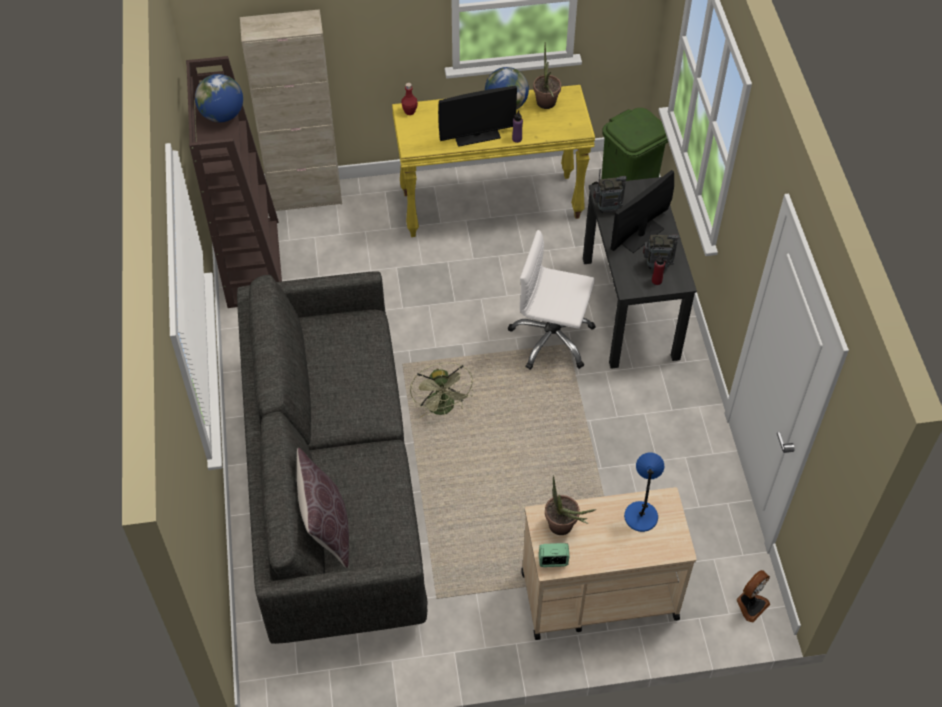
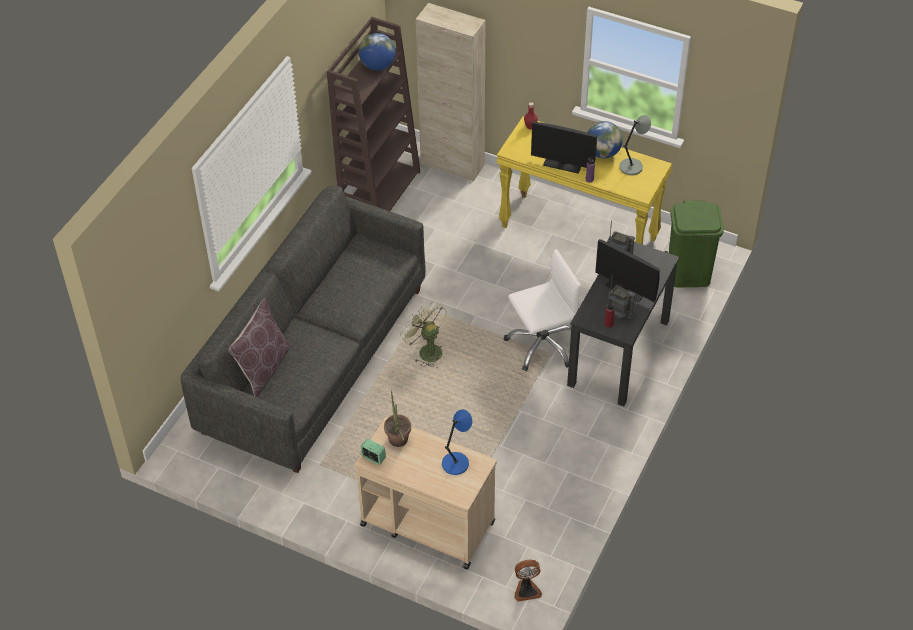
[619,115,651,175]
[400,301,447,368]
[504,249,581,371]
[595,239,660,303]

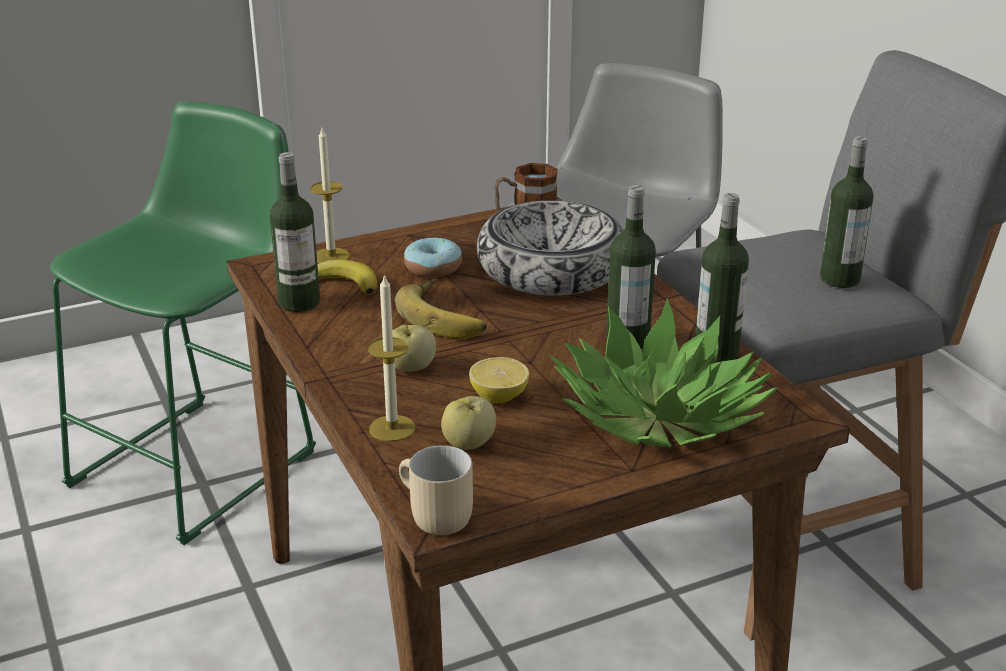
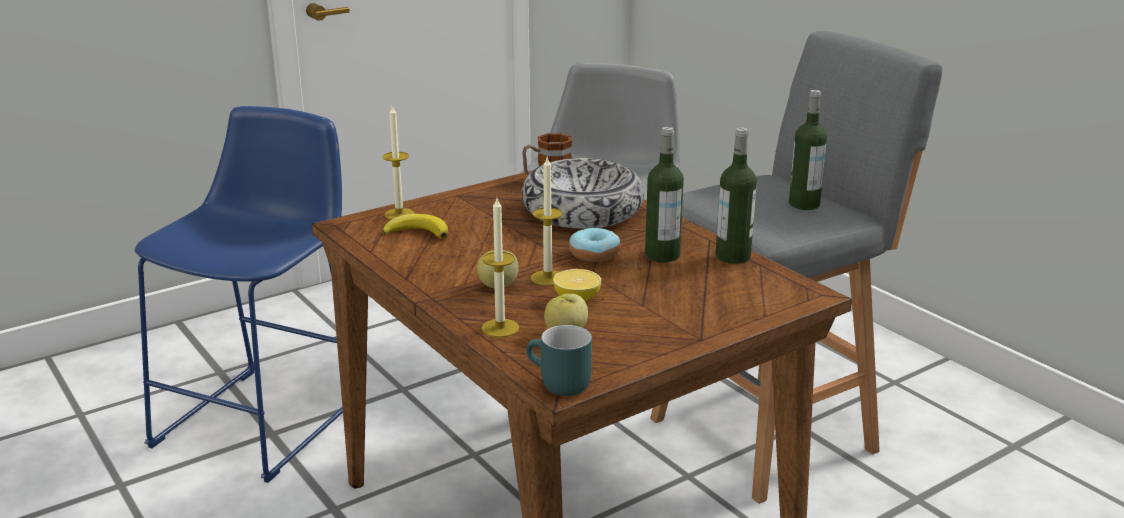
[270,152,320,312] (first image)
[395,278,487,339] (first image)
[549,298,778,448] (first image)
[531,157,563,286]
[569,227,620,262]
[134,106,343,483]
[526,325,592,396]

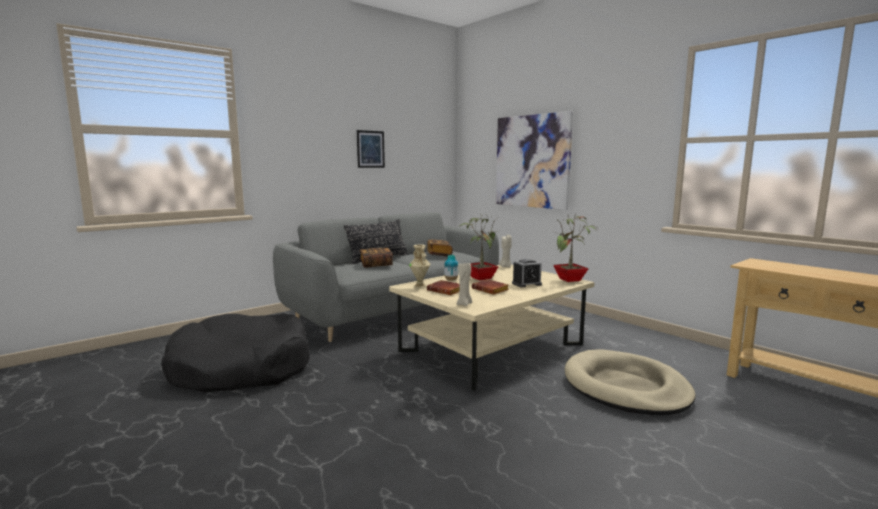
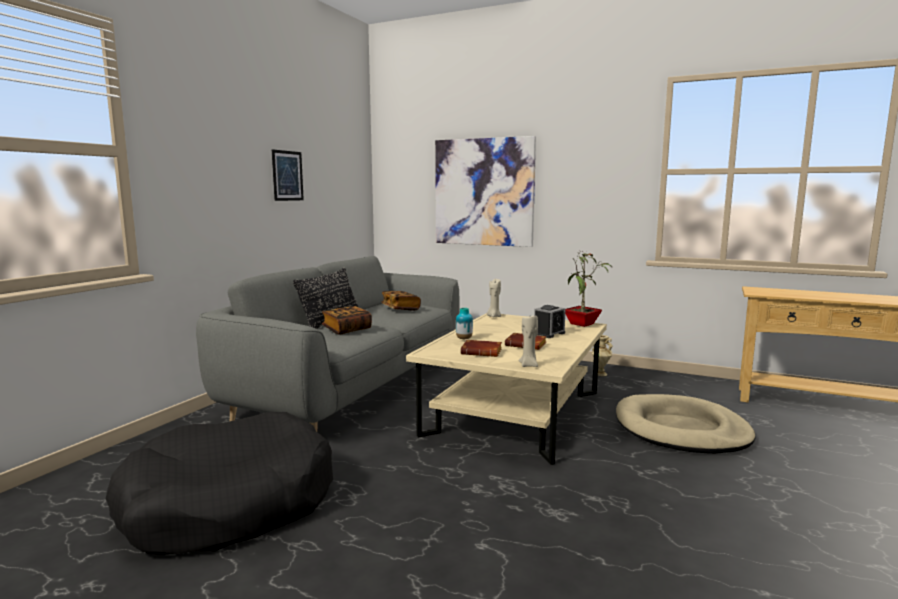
[461,215,498,280] (first image)
[592,335,613,376]

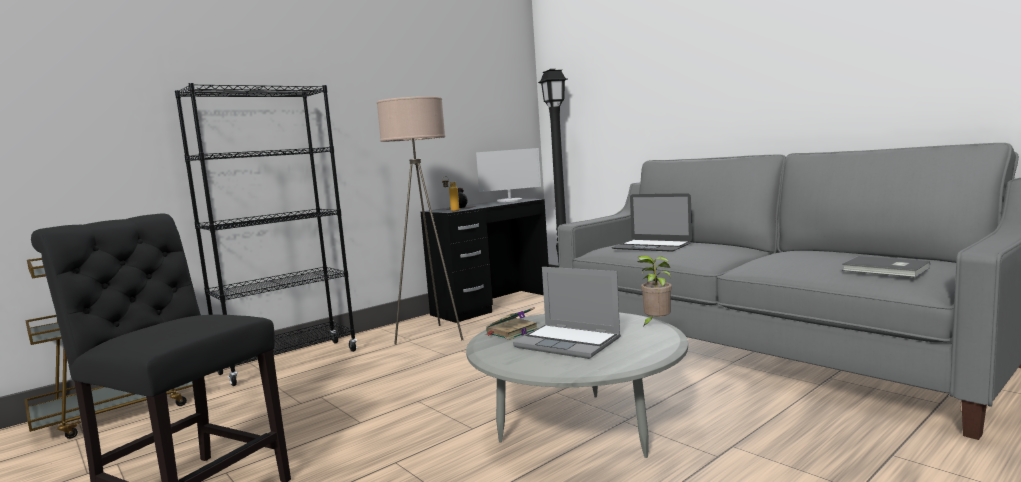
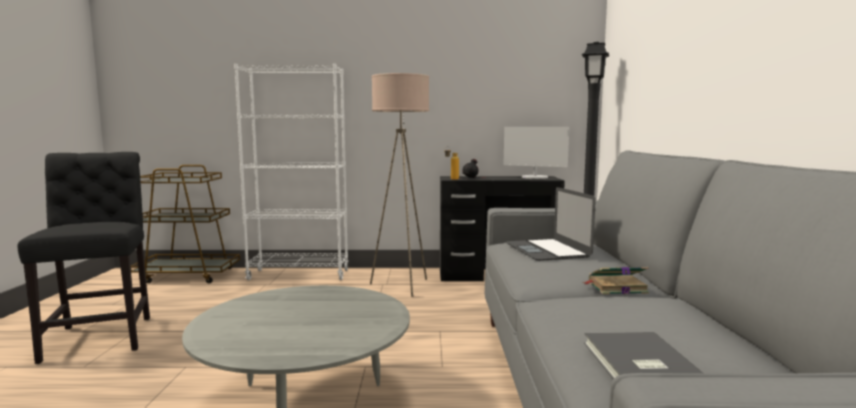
[513,267,621,359] (first image)
[637,255,672,326] (first image)
[583,267,649,294]
[234,64,349,280]

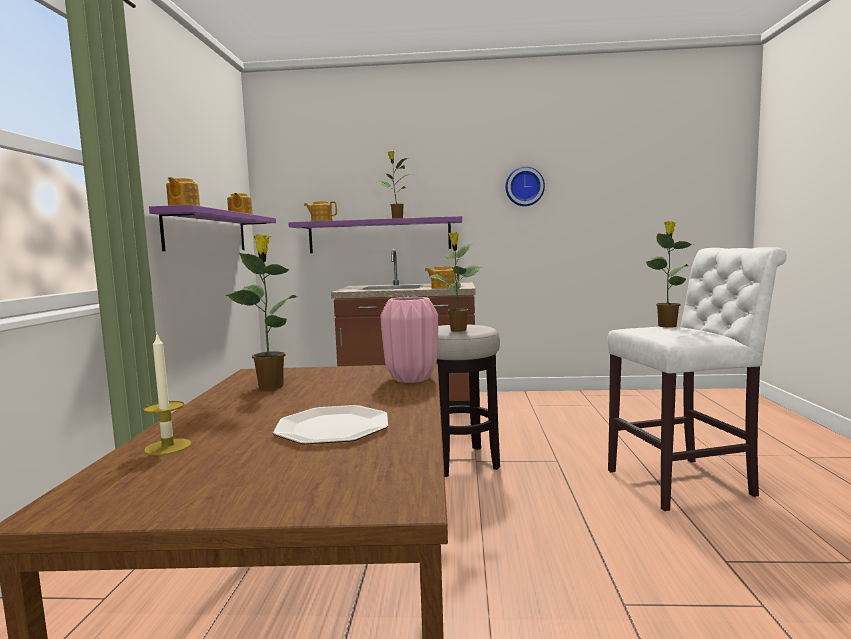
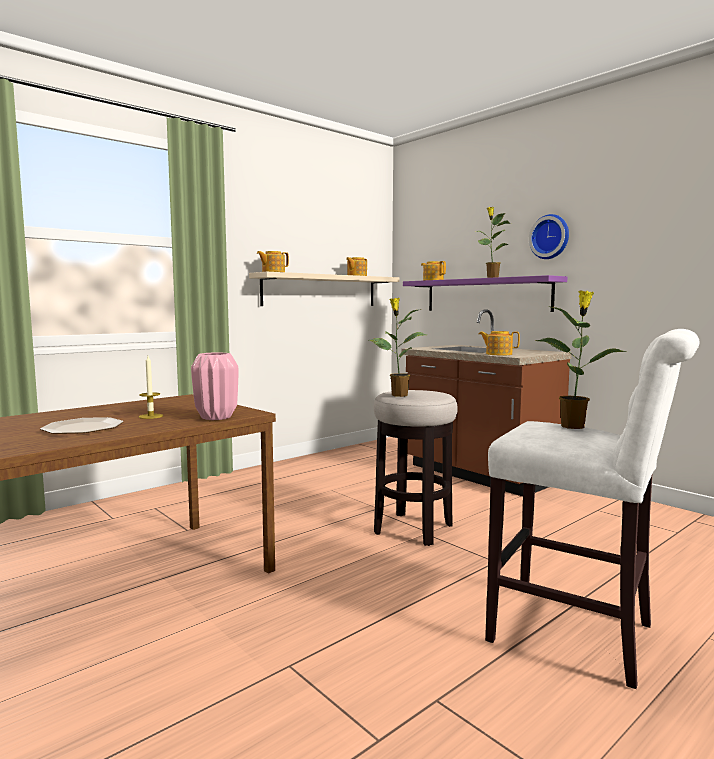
[225,234,298,390] (first image)
[139,356,163,419]
[529,214,569,259]
[249,272,400,306]

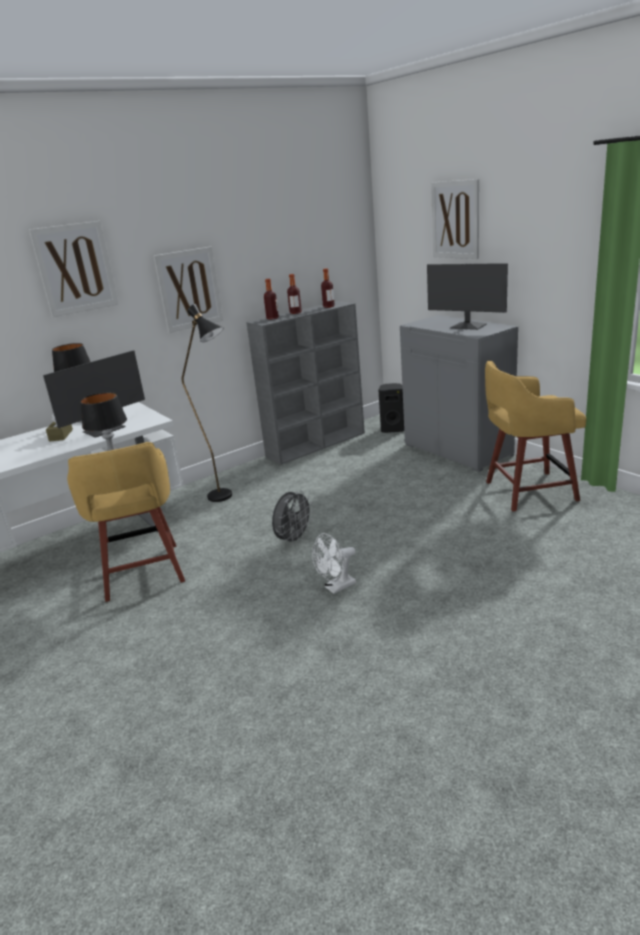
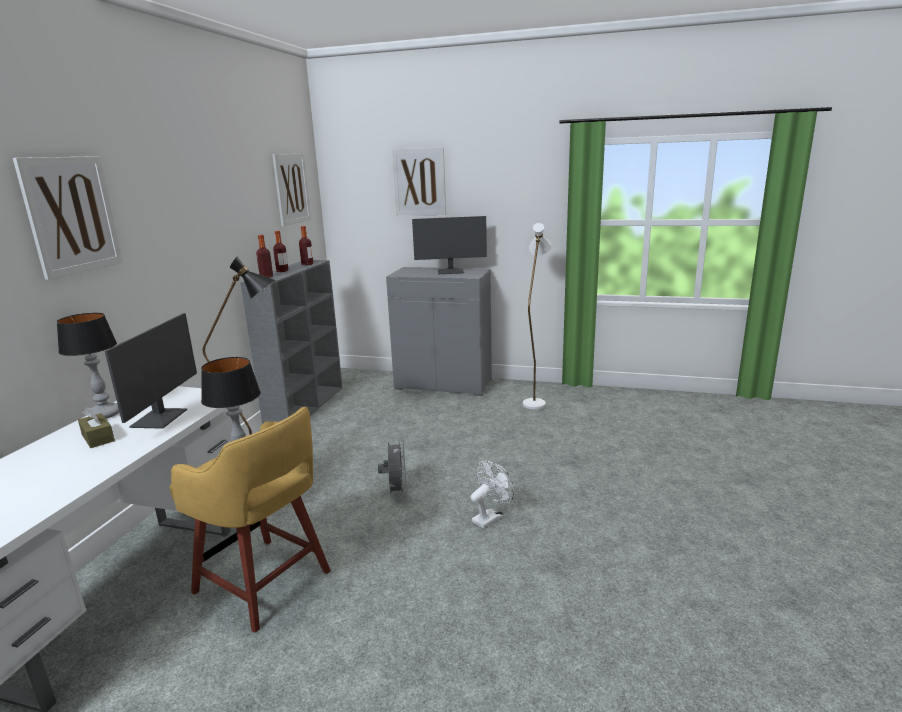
[378,383,404,433] (first image)
[272,154,311,226]
[523,223,552,410]
[470,461,514,529]

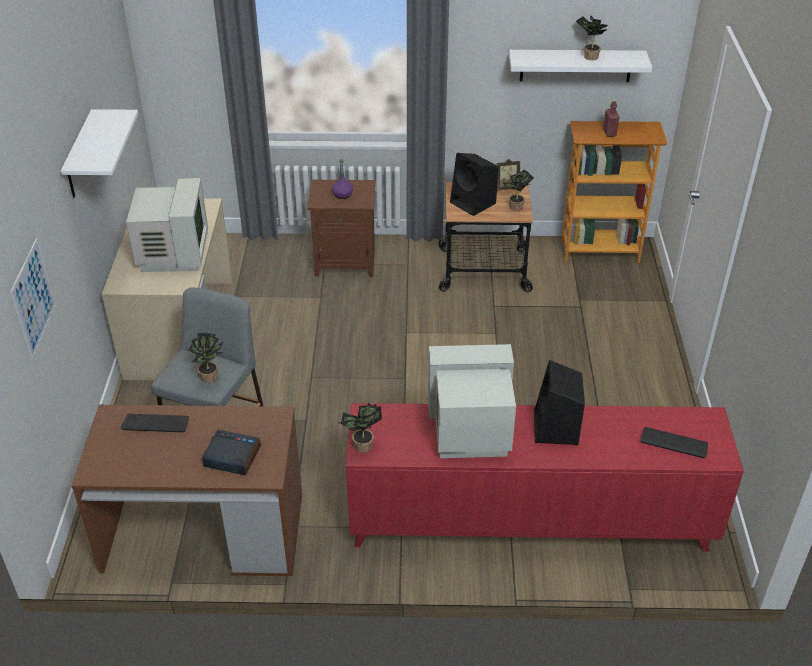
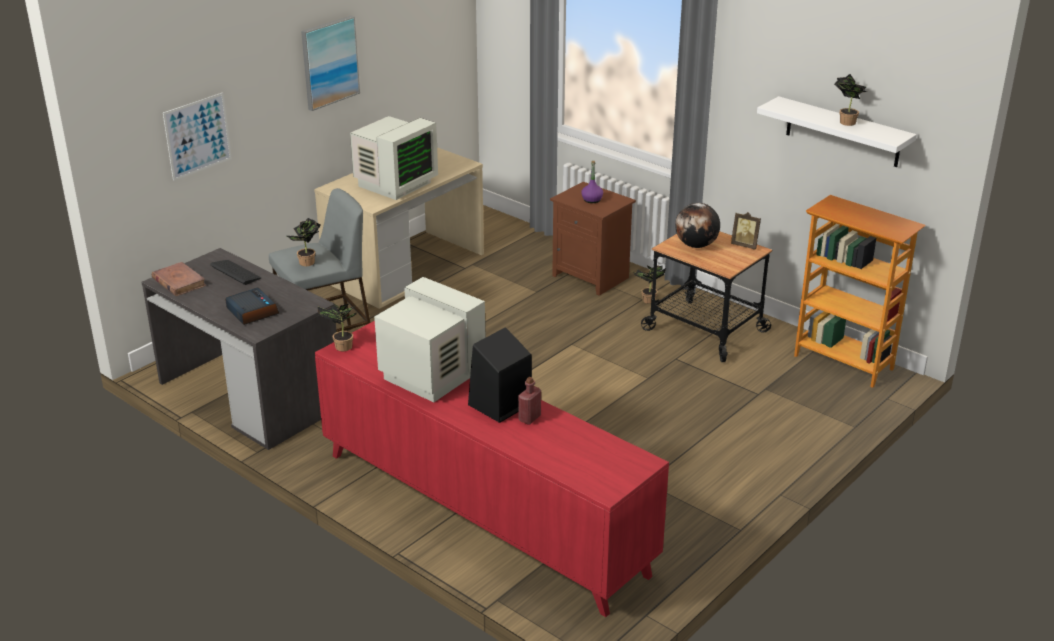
[640,427,708,458] (first image)
[152,262,206,296]
[633,265,666,304]
[518,377,541,425]
[301,15,360,111]
[675,203,720,248]
[142,248,337,450]

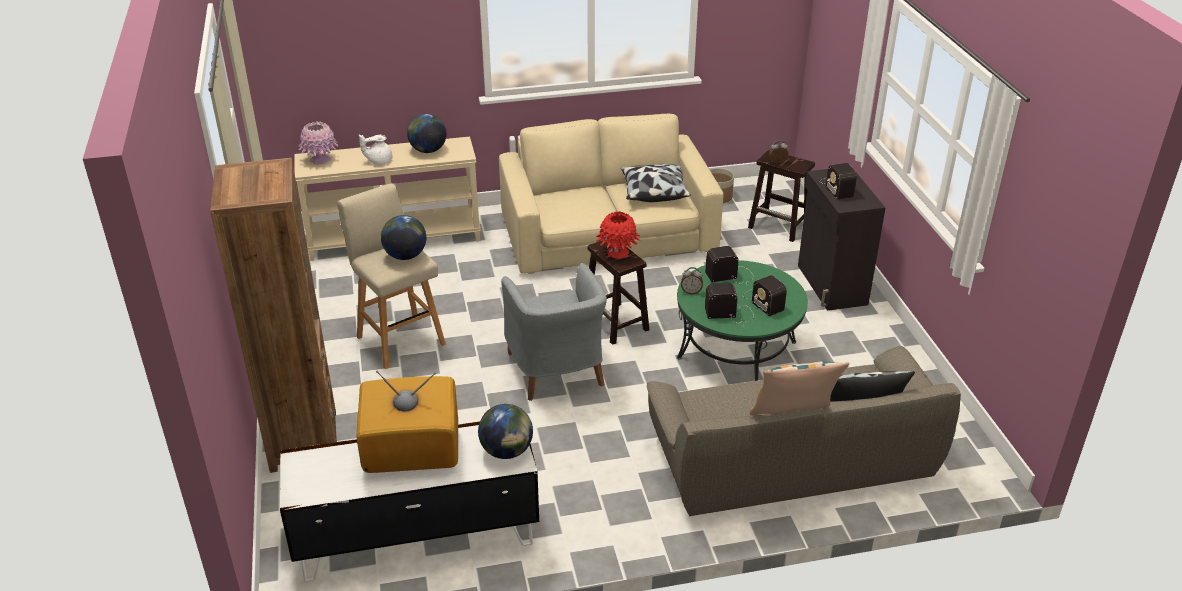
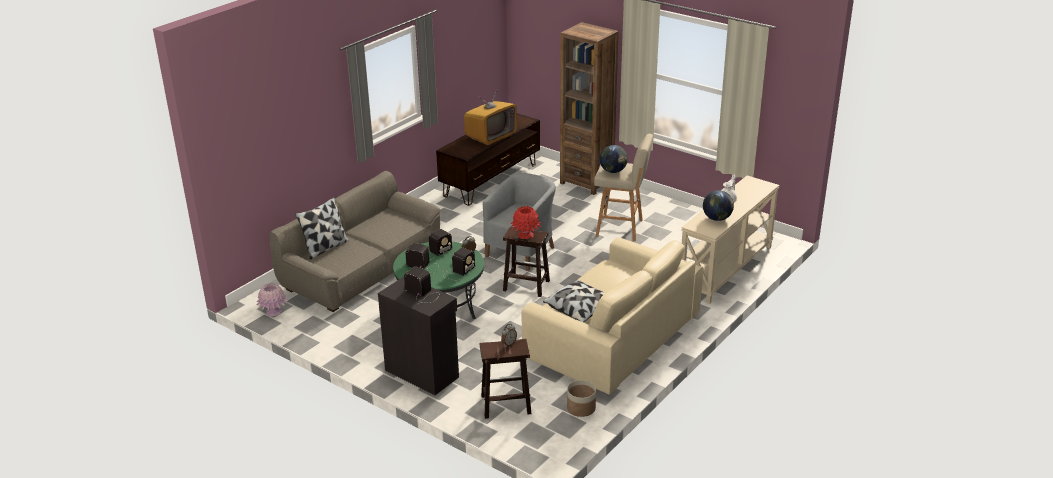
[478,404,533,459] (first image)
[750,361,849,415] (first image)
[256,283,288,316]
[436,113,540,206]
[483,173,556,271]

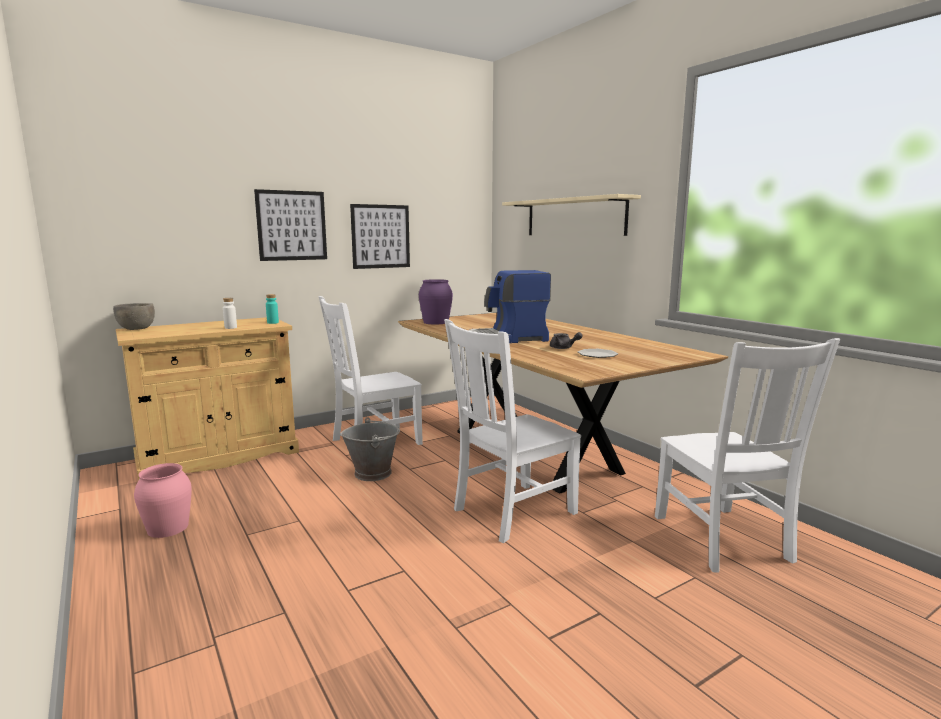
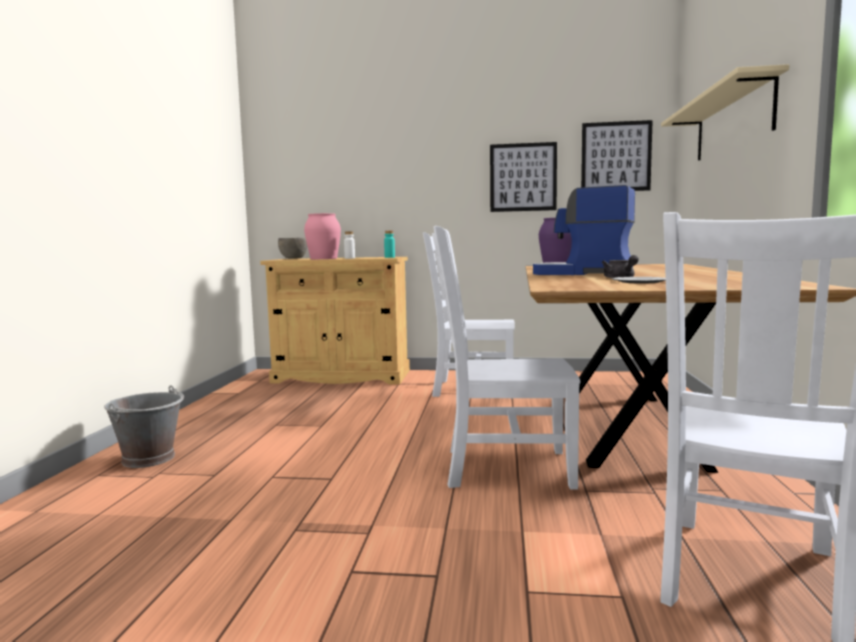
[304,213,341,259]
[581,120,653,191]
[104,385,184,468]

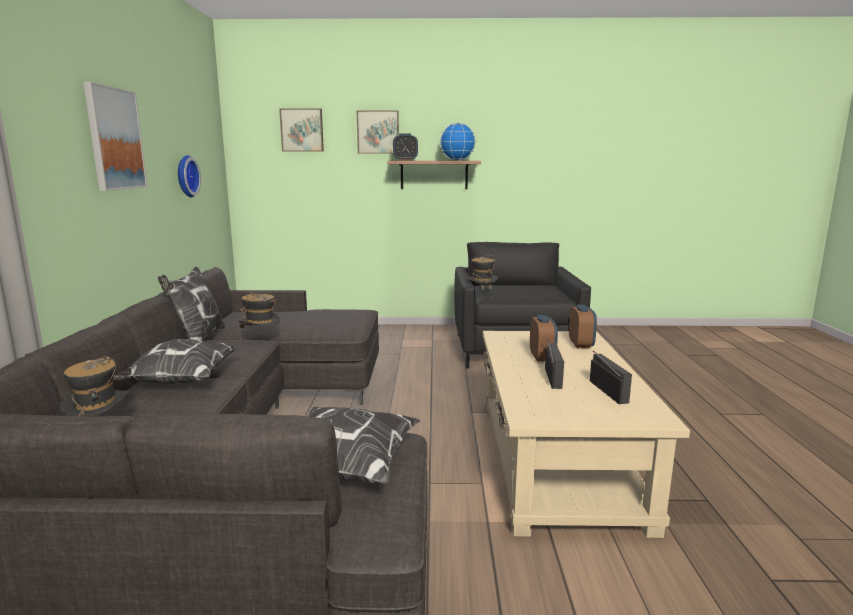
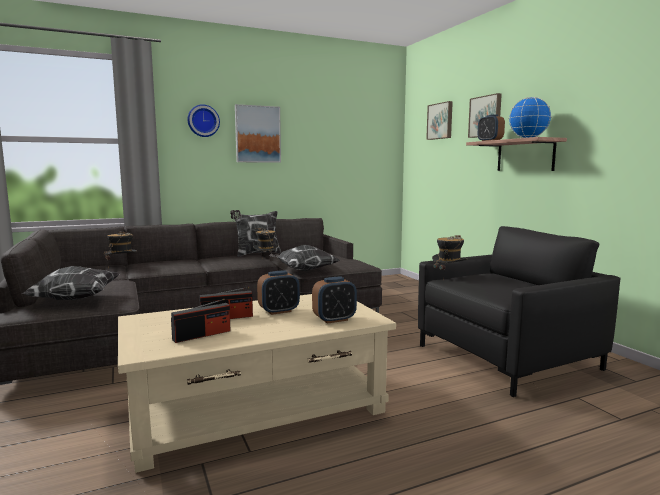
[269,245,340,271]
[188,104,220,137]

